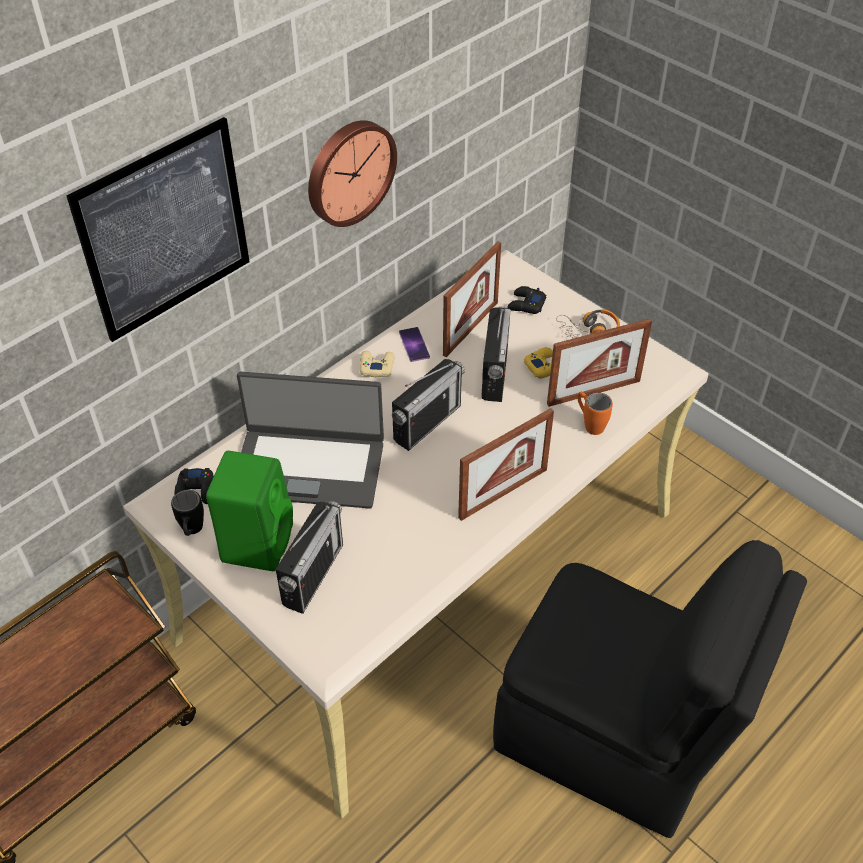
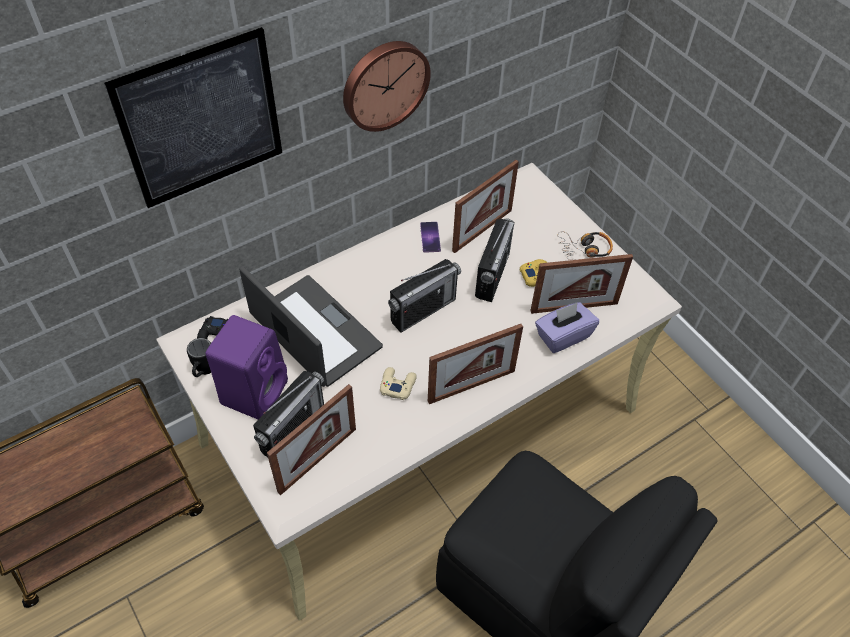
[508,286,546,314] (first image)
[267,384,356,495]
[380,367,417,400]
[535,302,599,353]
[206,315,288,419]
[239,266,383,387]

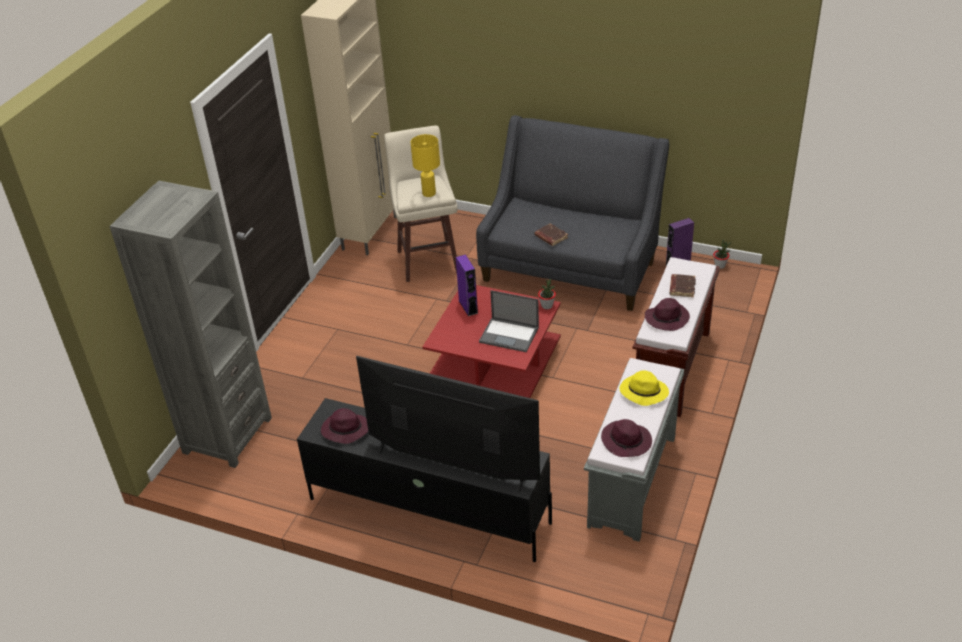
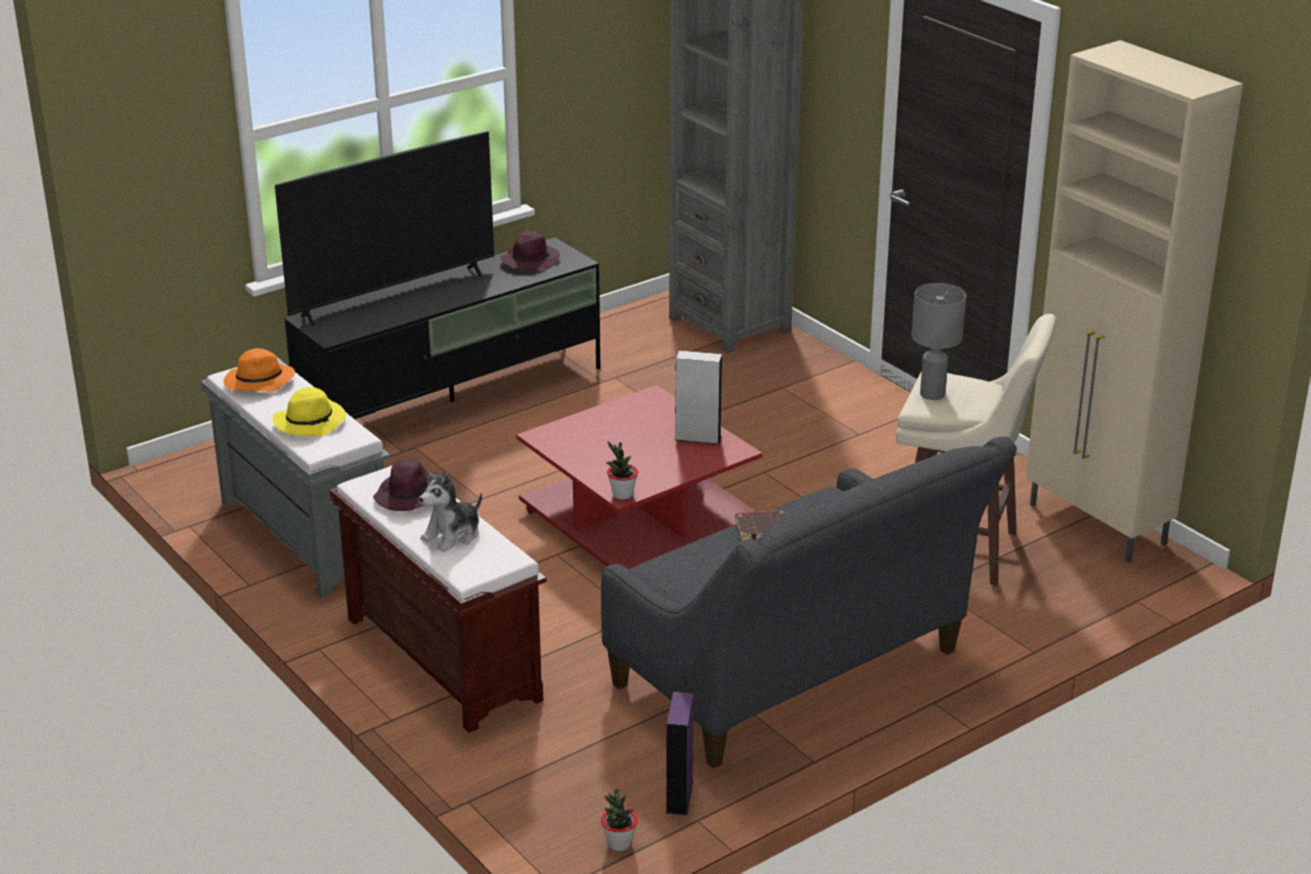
[479,290,539,352] (first image)
[419,471,482,552]
[912,283,966,400]
[675,351,722,444]
[224,348,295,392]

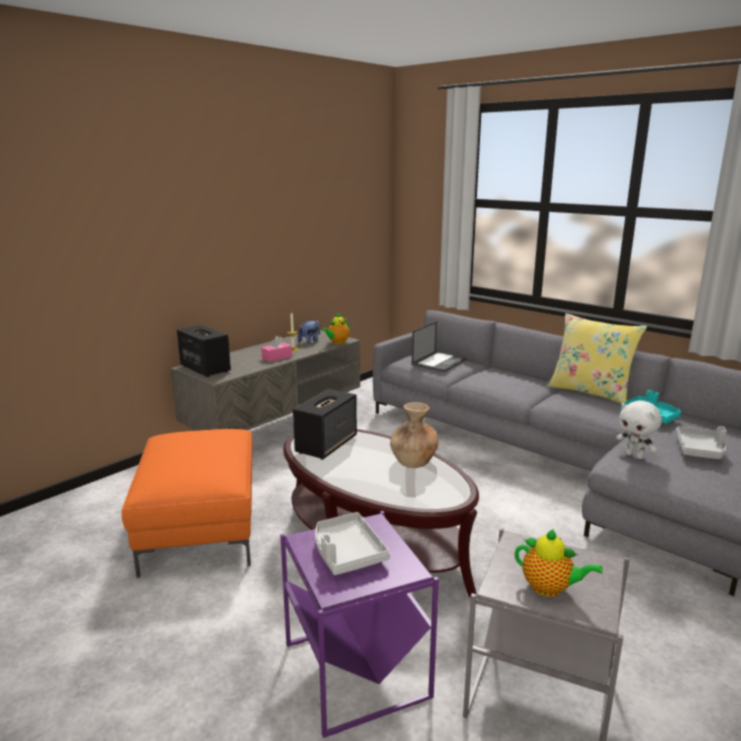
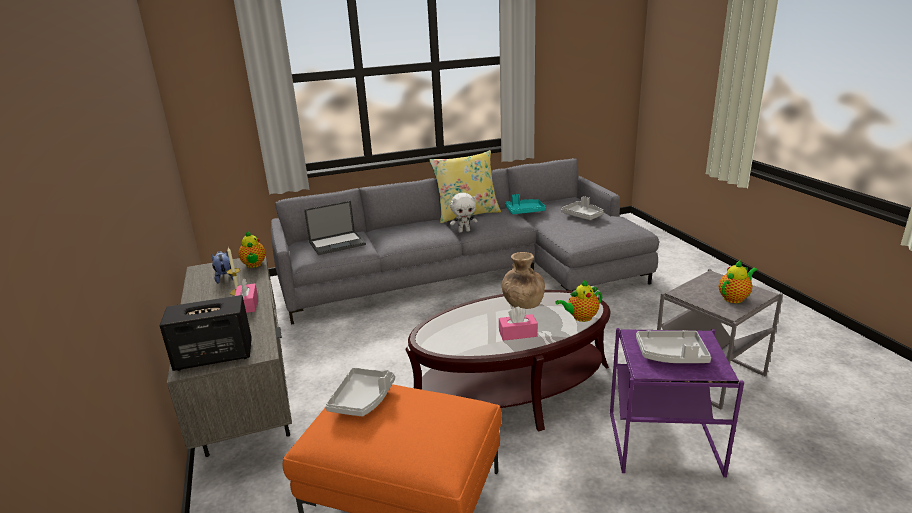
[293,389,357,460] (first image)
[325,367,395,416]
[499,307,538,341]
[555,280,602,322]
[450,193,478,232]
[304,201,366,255]

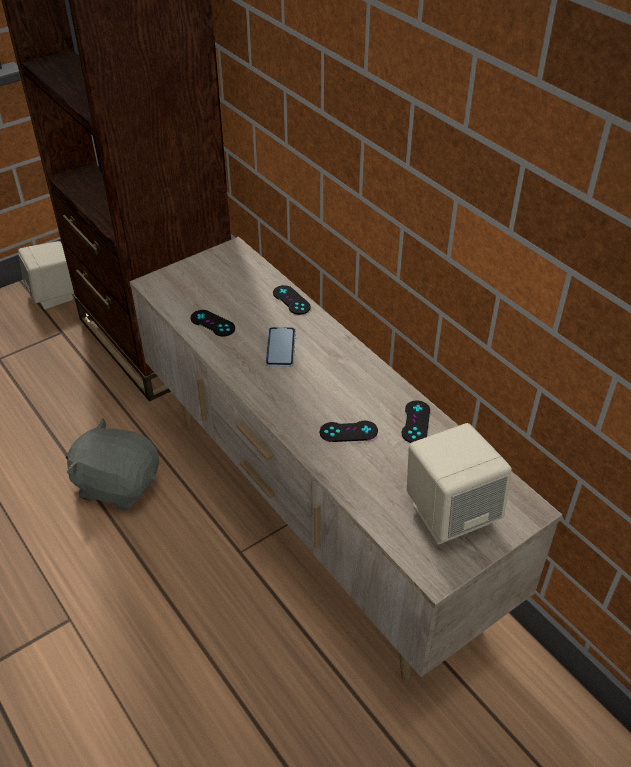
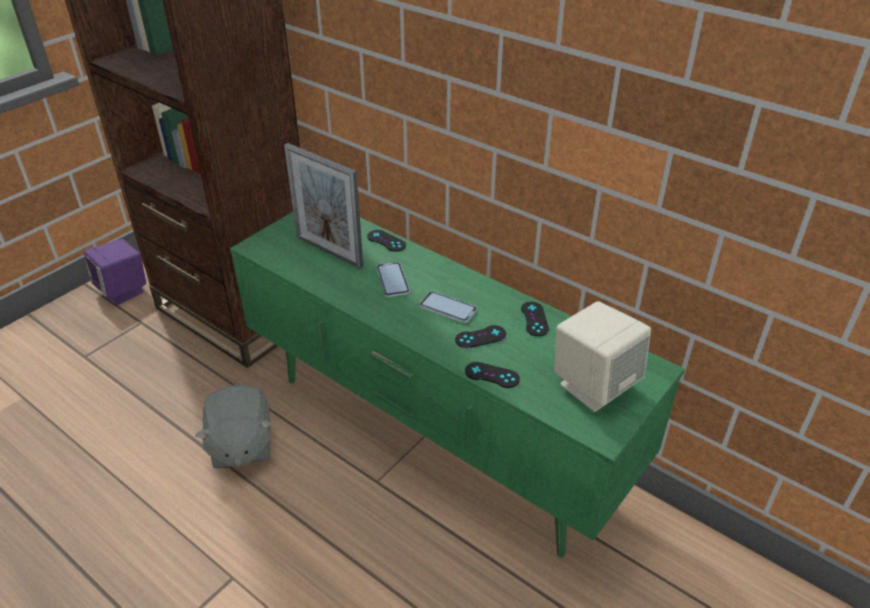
[284,143,363,268]
[419,291,477,323]
[465,362,520,388]
[84,239,146,305]
[230,212,685,557]
[195,385,272,469]

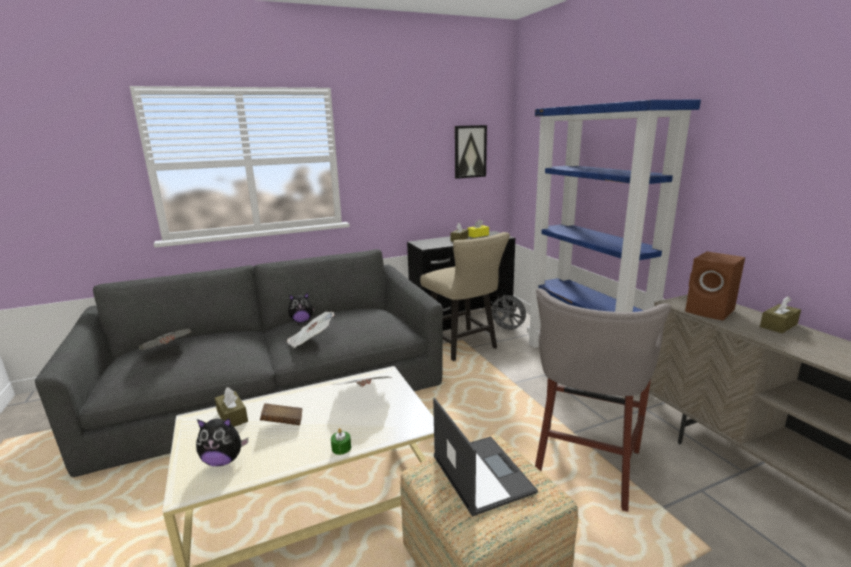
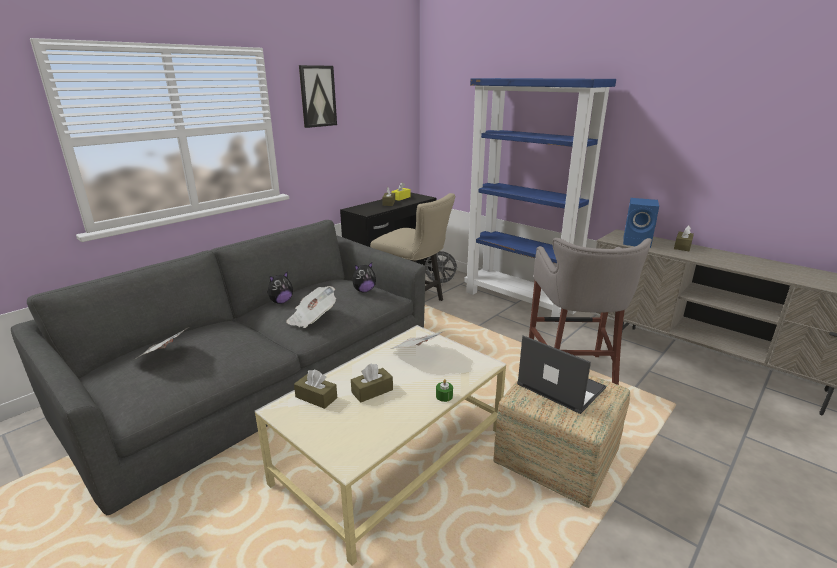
[352,262,376,292]
[299,65,337,128]
[351,363,393,403]
[623,198,659,248]

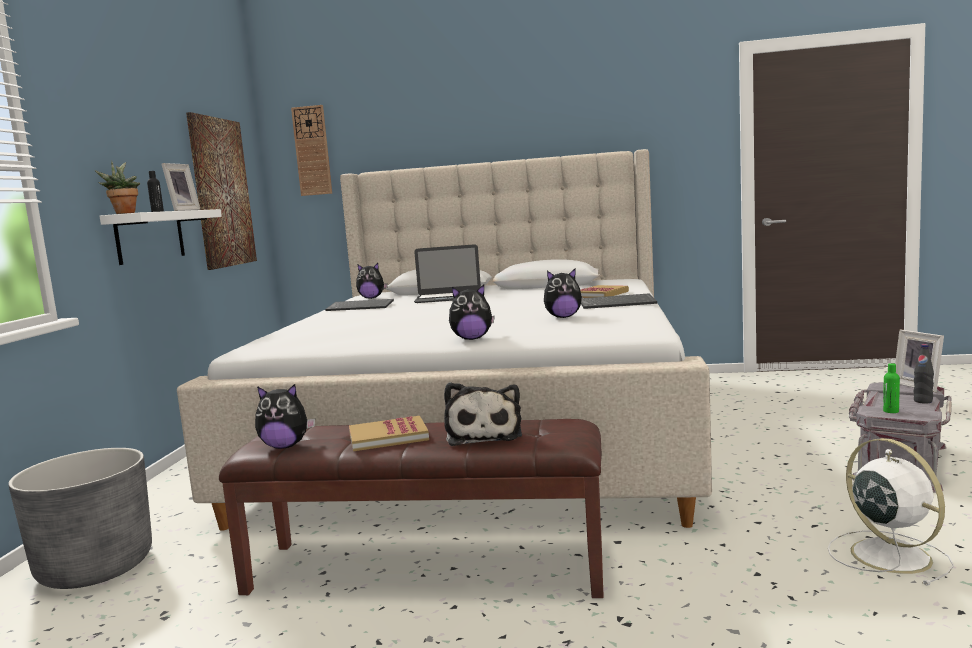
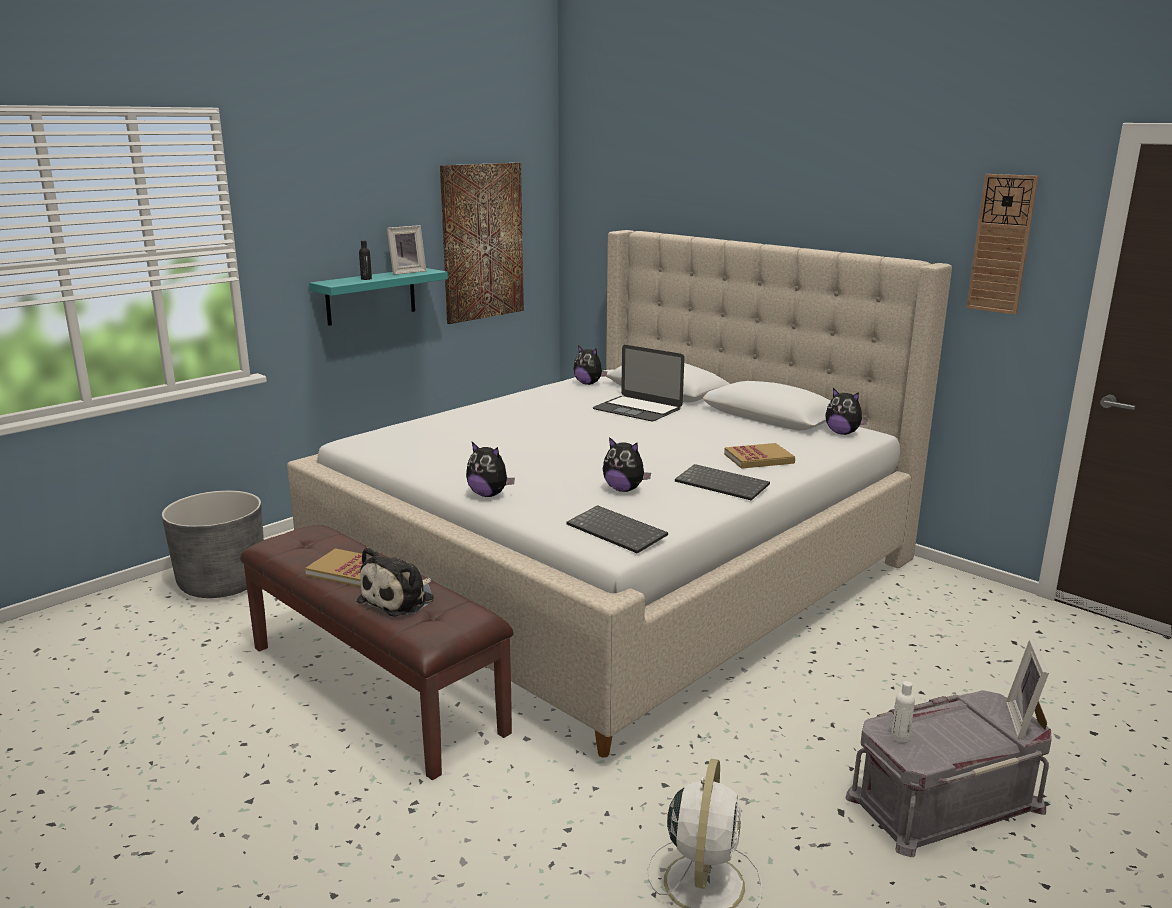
[95,161,140,214] (first image)
[914,344,934,404] (first image)
[825,388,868,435]
[966,174,1039,315]
[566,505,668,553]
[309,268,448,326]
[891,681,915,743]

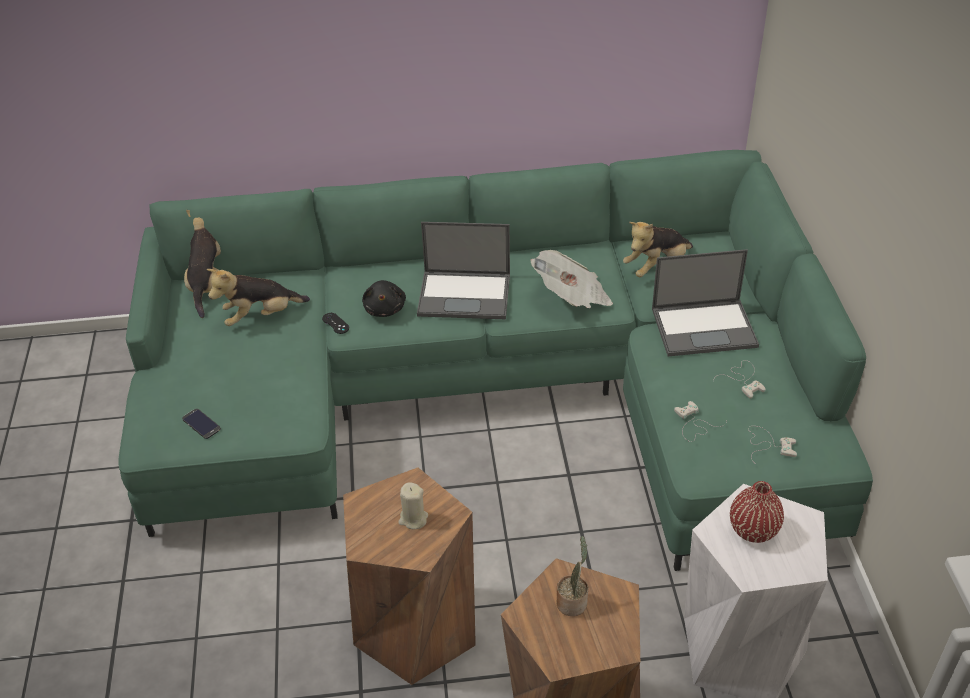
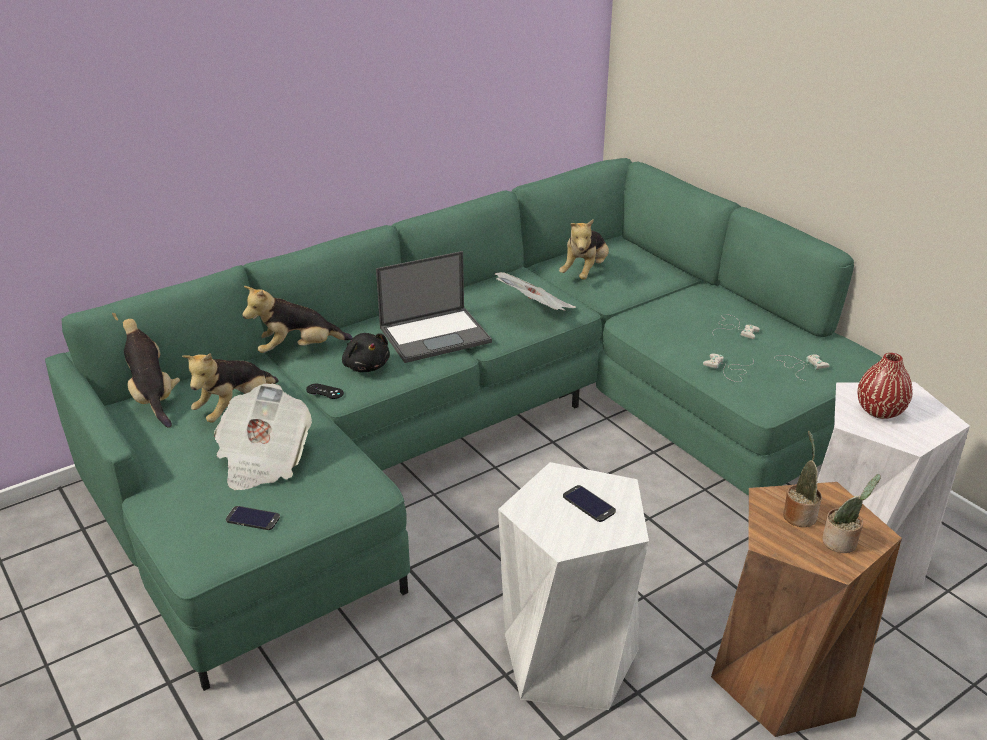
[652,249,759,356] (first image)
[214,384,312,490]
[242,286,353,353]
[822,474,881,553]
[563,485,616,522]
[498,462,649,710]

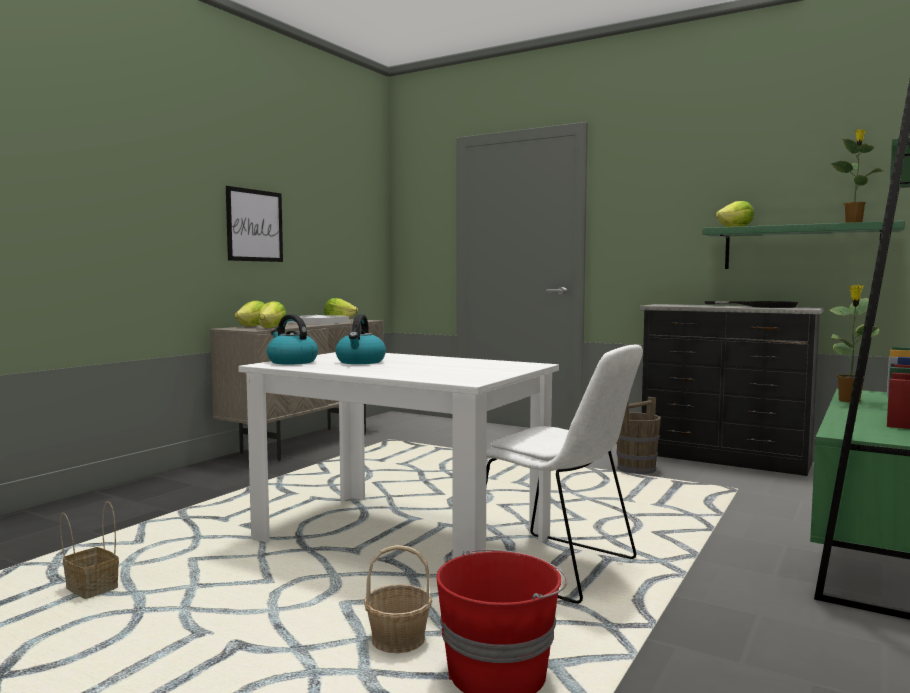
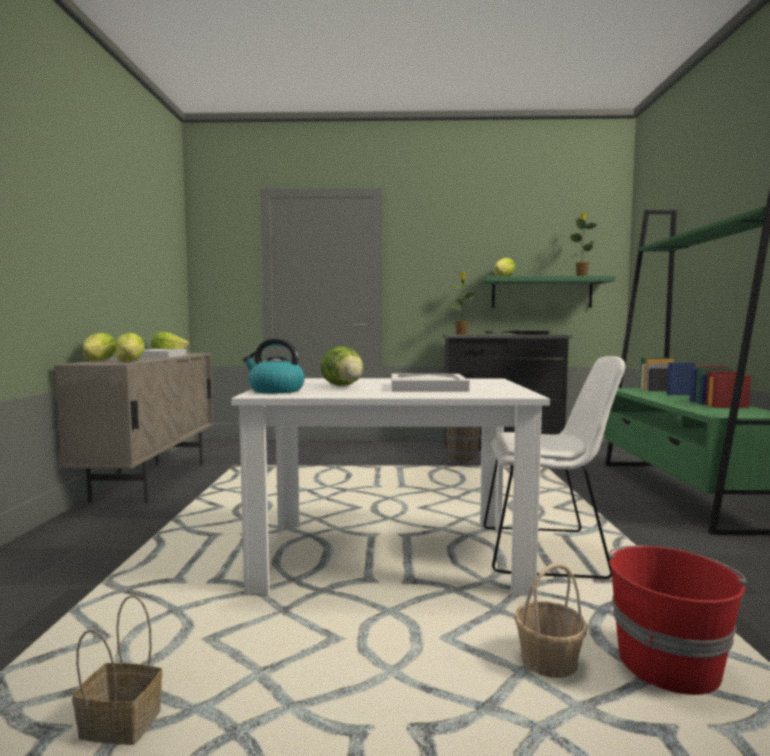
[226,186,283,262] (first image)
[392,374,469,392]
[450,272,475,334]
[320,346,363,386]

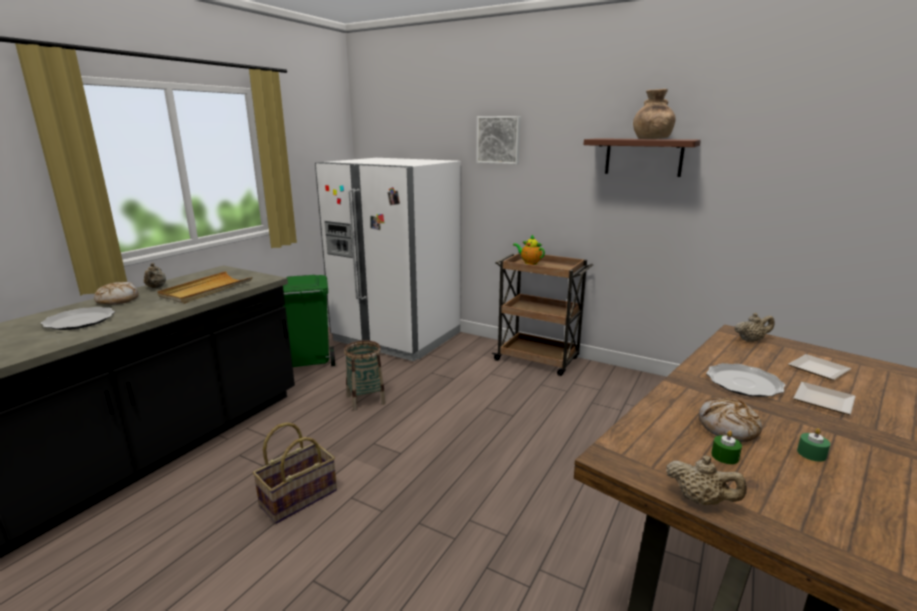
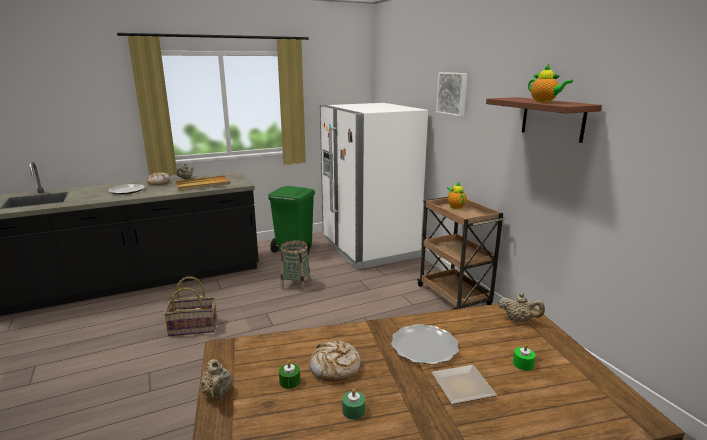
[528,64,573,102]
[513,344,536,371]

